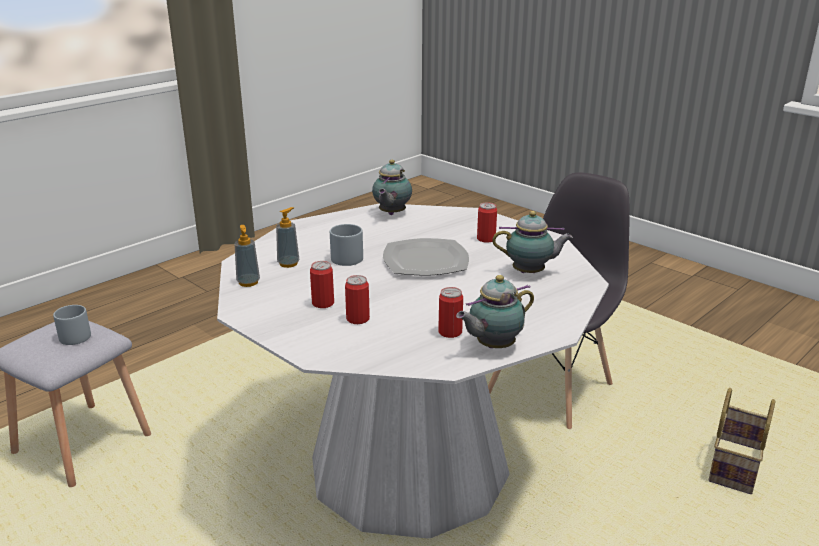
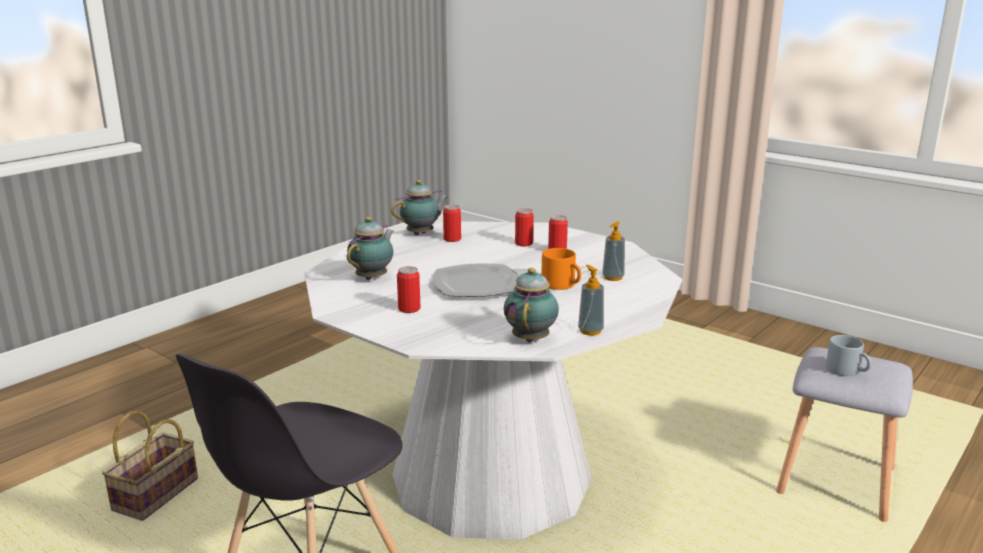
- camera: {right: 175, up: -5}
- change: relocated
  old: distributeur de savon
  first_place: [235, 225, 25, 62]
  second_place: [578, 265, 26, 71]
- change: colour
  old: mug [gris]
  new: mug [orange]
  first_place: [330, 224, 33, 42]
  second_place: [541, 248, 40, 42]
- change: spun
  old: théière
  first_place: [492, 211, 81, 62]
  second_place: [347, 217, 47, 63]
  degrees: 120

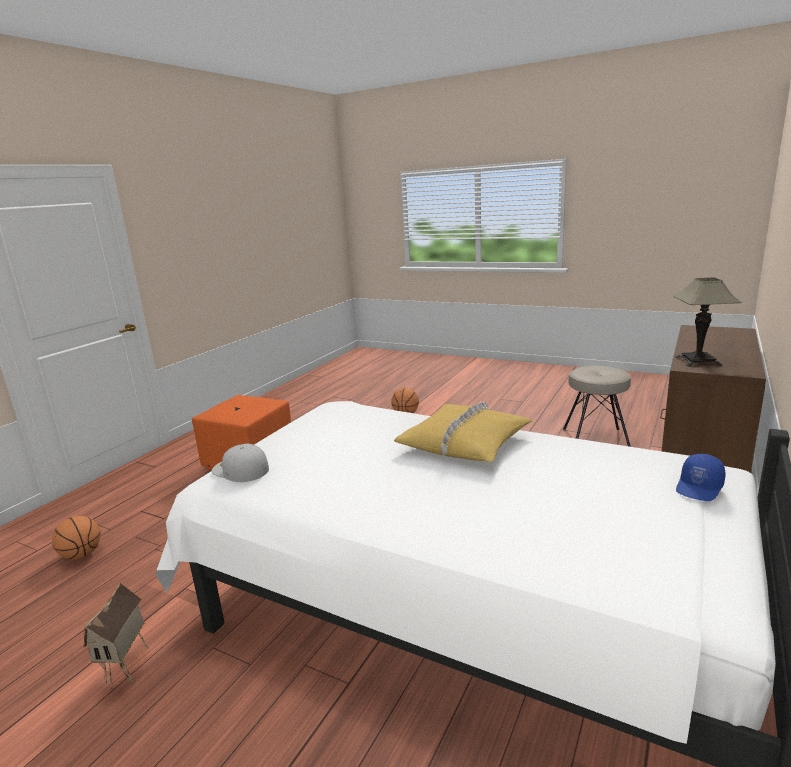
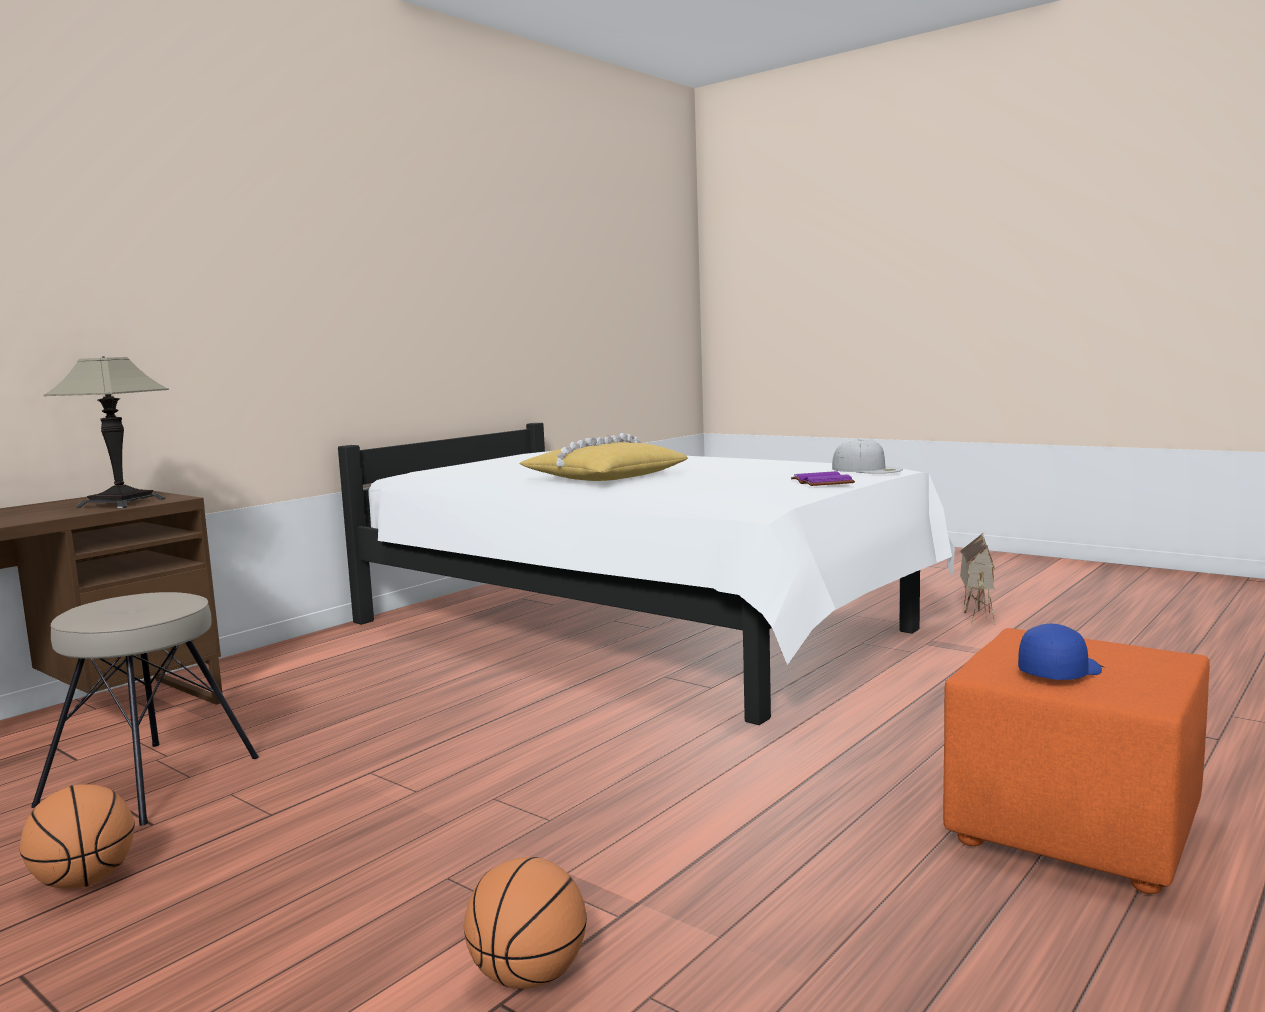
- camera: {right: -170, up: -10}
- change: relocated
  old: ballon de basket
  first_place: [52, 516, 49, 43]
  second_place: [20, 784, 115, 105]
- change: relocated
  old: casquette [bleu]
  first_place: [676, 454, 50, 47]
  second_place: [1018, 624, 84, 56]
- change: appeared
  new: livre [violet]
  second_place: [791, 471, 64, 15]

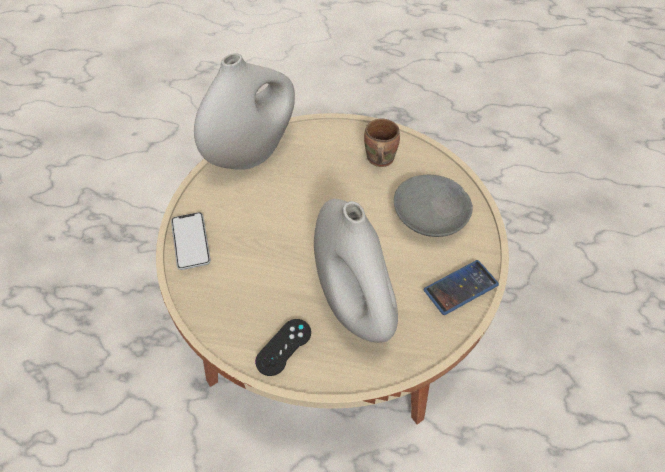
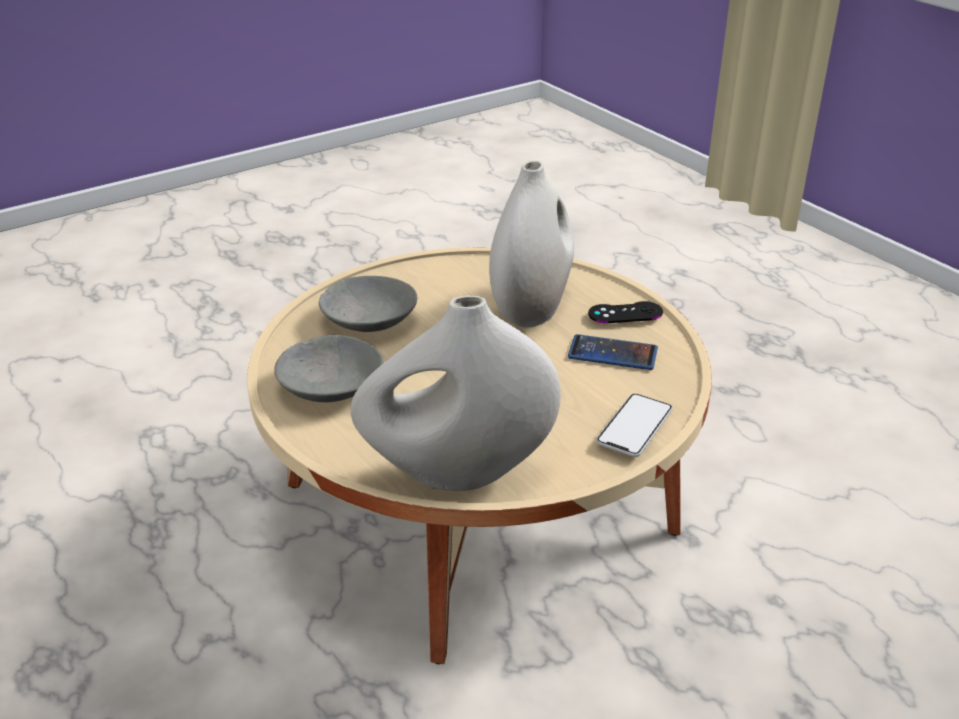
- camera: {right: -135, up: -20}
- change: exchanged
  old: mug [marron]
  new: bol [gris]
  first_place: [364, 119, 36, 48]
  second_place: [274, 335, 110, 67]
- change: relocated
  old: téléphone
  first_place: [424, 260, 75, 55]
  second_place: [568, 334, 90, 36]

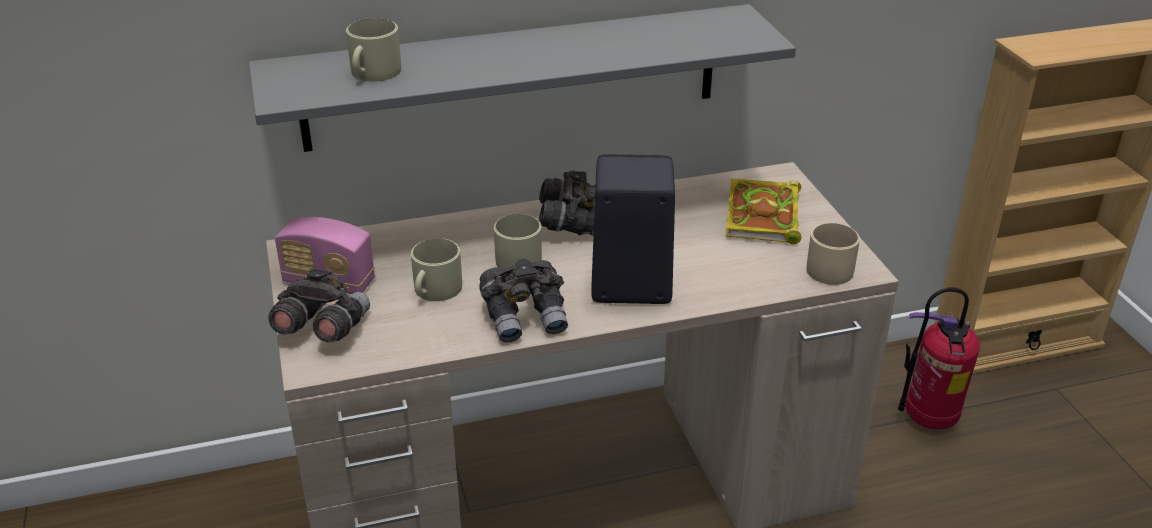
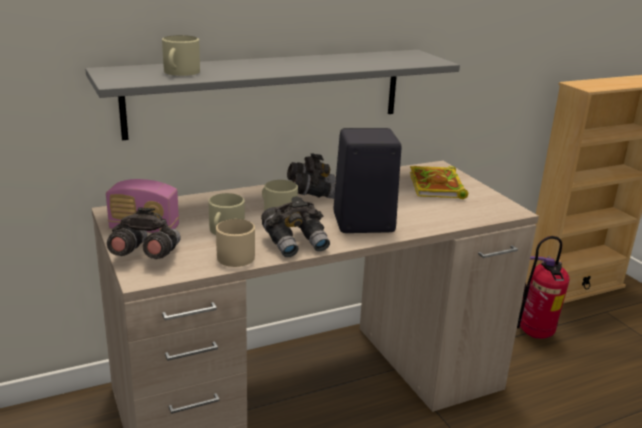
- camera: {right: -10, up: -10}
- change: relocated
  old: mug [beige]
  first_place: [807, 223, 53, 62]
  second_place: [216, 219, 39, 48]

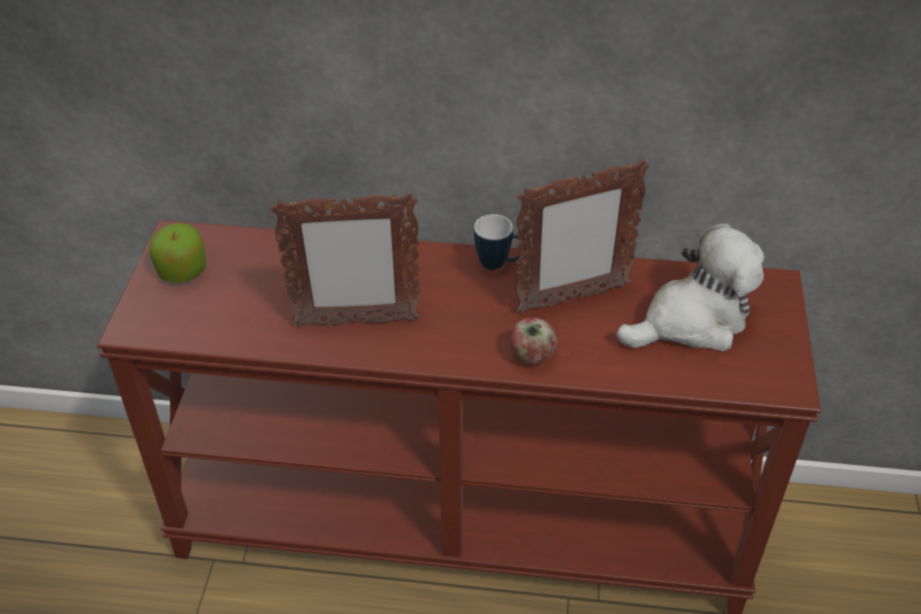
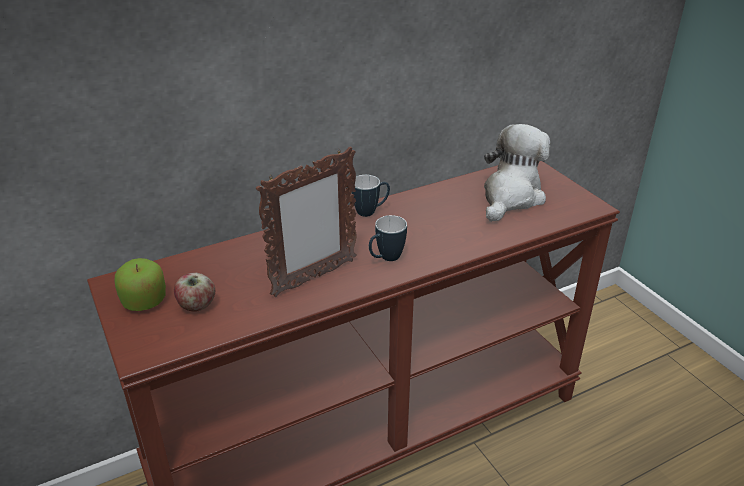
- camera: {right: -35, up: -10}
- change: relocated
  old: pomme
  first_place: [510, 317, 47, 48]
  second_place: [174, 273, 41, 39]
- change: missing
  old: cadre photo
  first_place: [515, 159, 134, 155]
- change: appeared
  new: mug
  second_place: [369, 215, 38, 46]

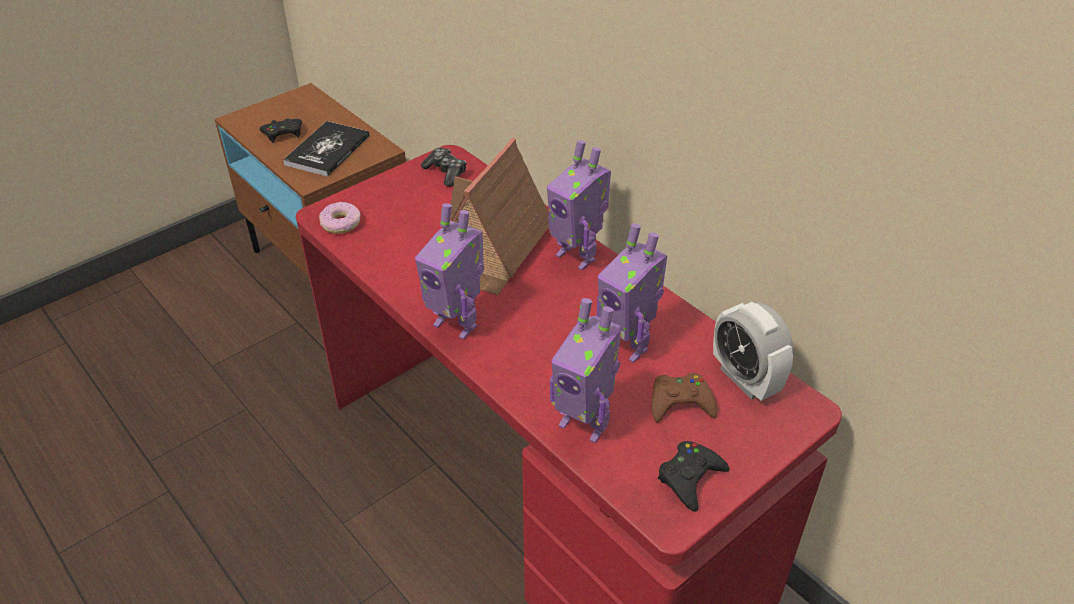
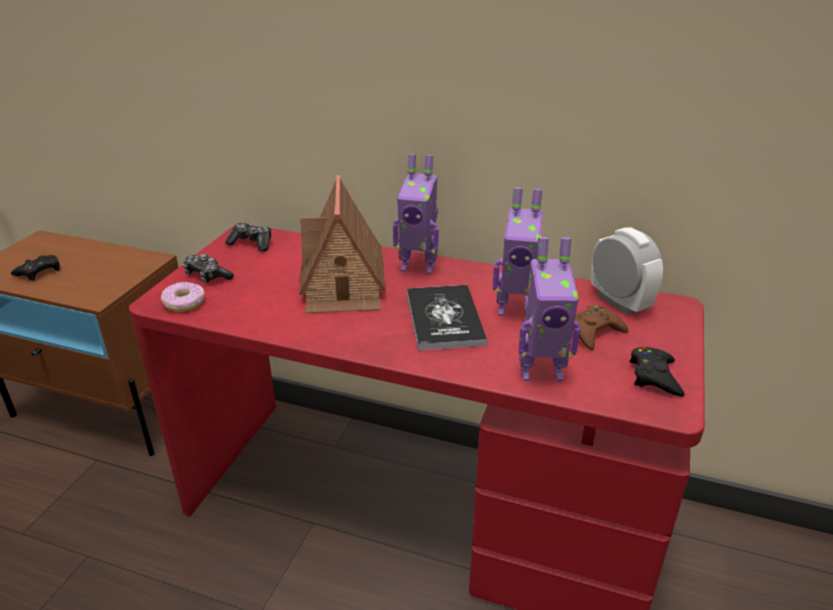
- camera: {right: -30, up: -10}
- change: relocated
  old: livre
  first_place: [283, 121, 86, 56]
  second_place: [407, 285, 80, 66]
- change: missing
  old: robot jouet
  first_place: [415, 203, 69, 137]
- change: spun
  old: réveil
  first_place: [713, 302, 81, 99]
  second_place: [591, 228, 72, 87]
  degrees: -150
- change: appeared
  new: manette
  second_place: [182, 254, 52, 29]

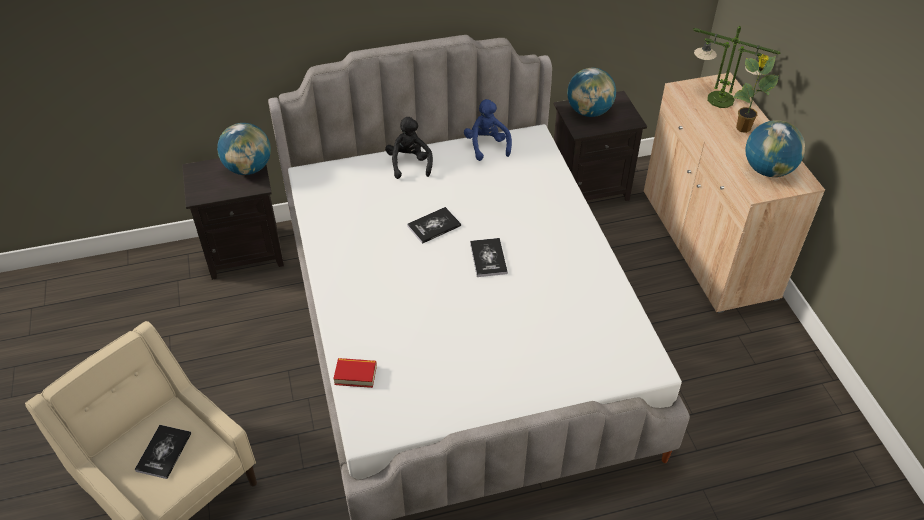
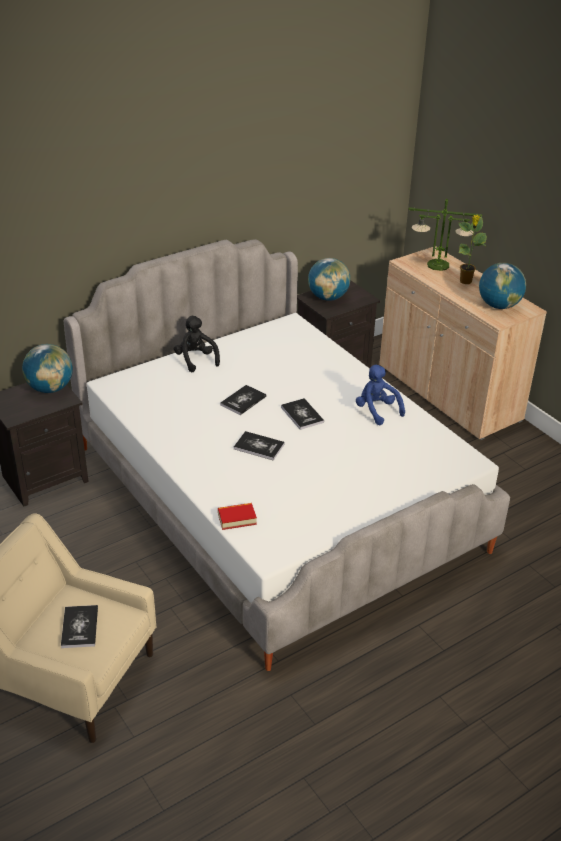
- camera: {right: -20, up: -10}
- change: relocated
  old: peluche [bleu]
  first_place: [464, 99, 48, 62]
  second_place: [356, 365, 49, 60]
- change: appeared
  new: livre
  second_place: [234, 431, 51, 30]

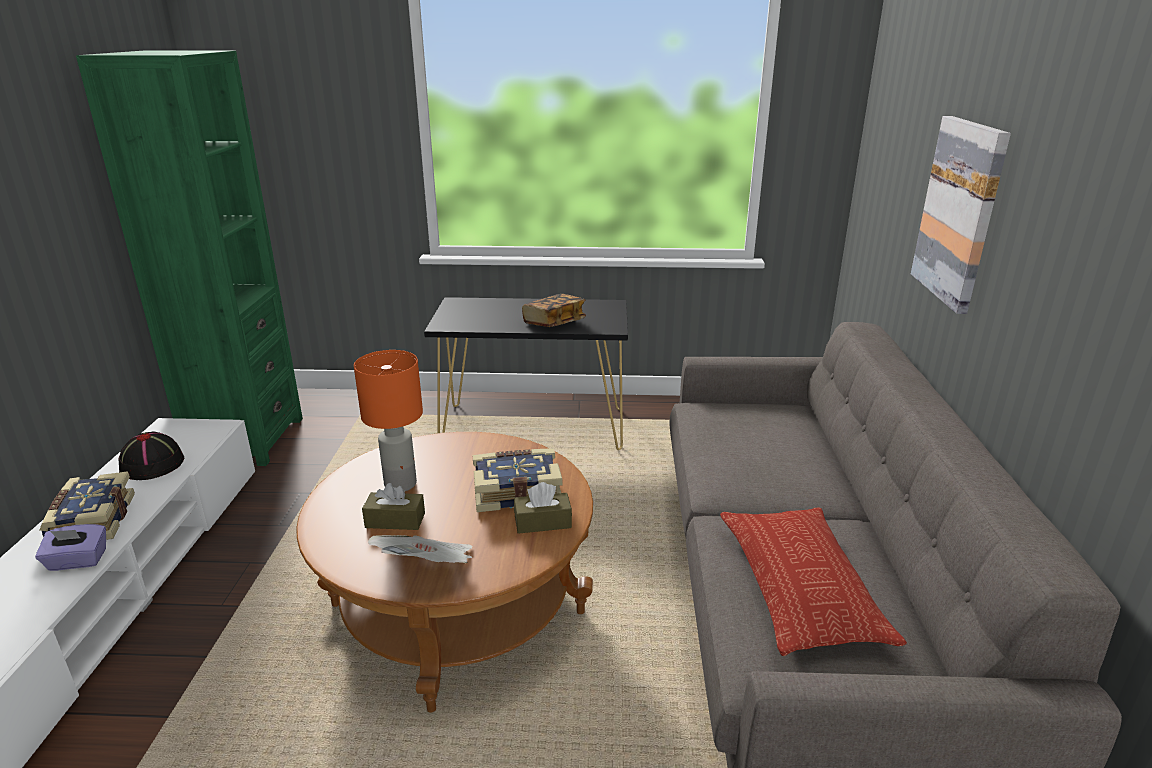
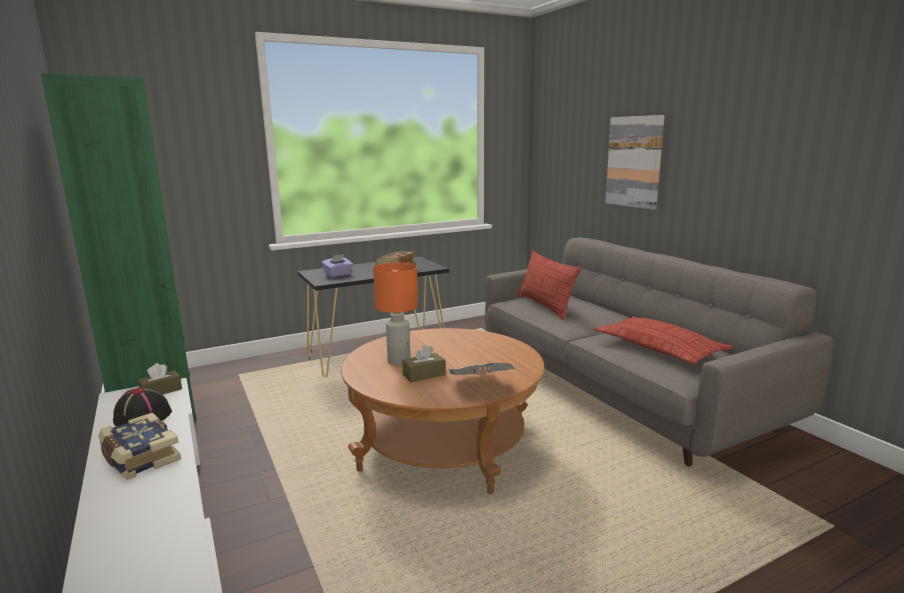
- camera: {right: -30, up: -10}
- change: relocated
  old: boîte à mouchoirs [violet]
  first_place: [35, 524, 71, 47]
  second_place: [322, 254, 31, 23]
- change: missing
  old: livre
  first_place: [473, 448, 90, 64]
- change: relocated
  old: boîte à mouchoirs [marron]
  first_place: [514, 482, 58, 52]
  second_place: [138, 363, 44, 31]
- change: appeared
  new: coussin
  second_place: [517, 251, 64, 69]

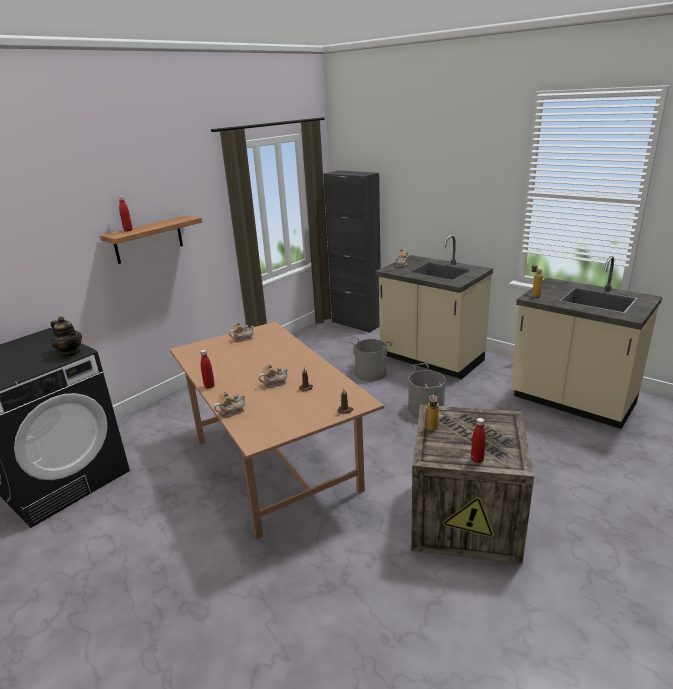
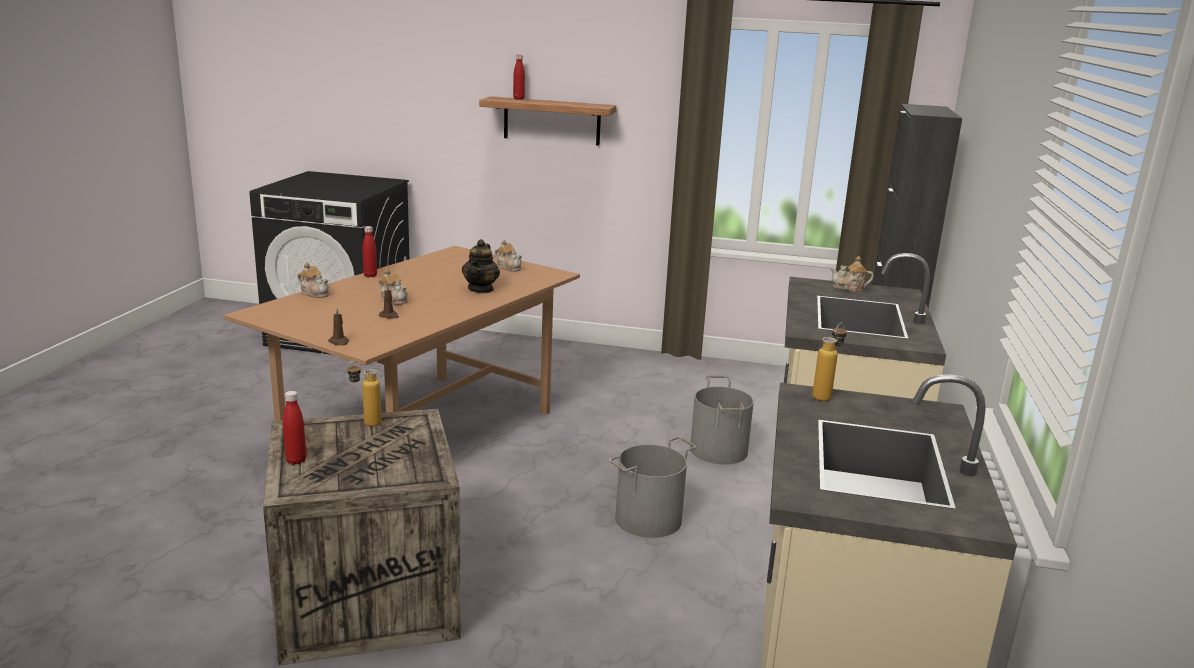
- camera: {right: 60, up: -5}
- change: relocated
  old: théière
  first_place: [51, 317, 31, 40]
  second_place: [462, 239, 38, 54]

